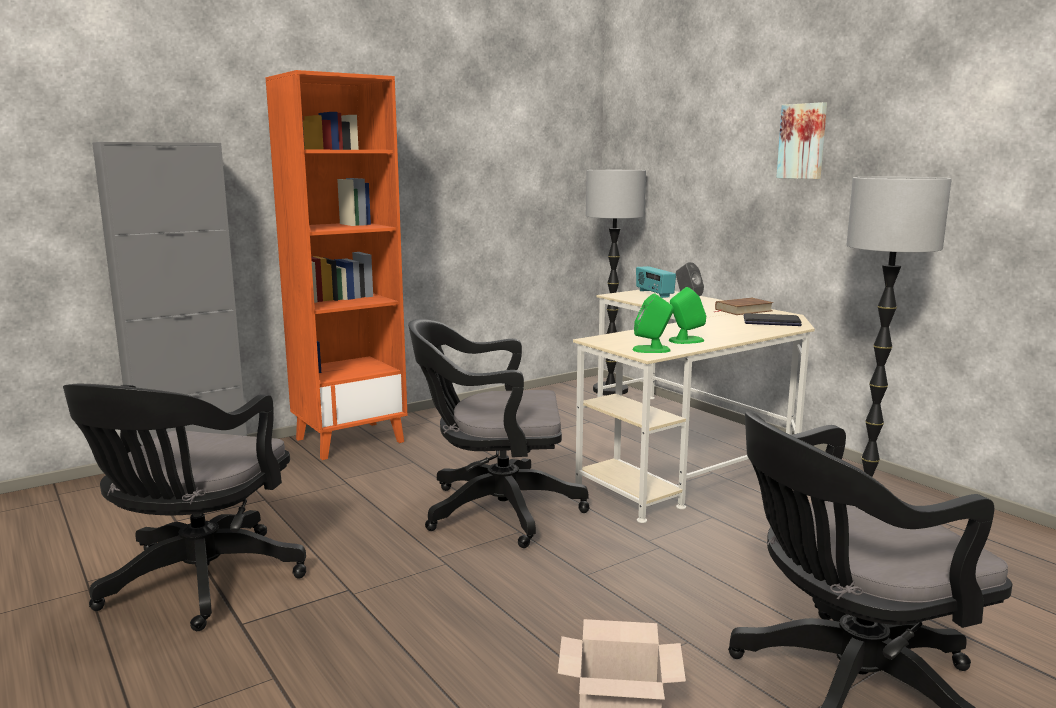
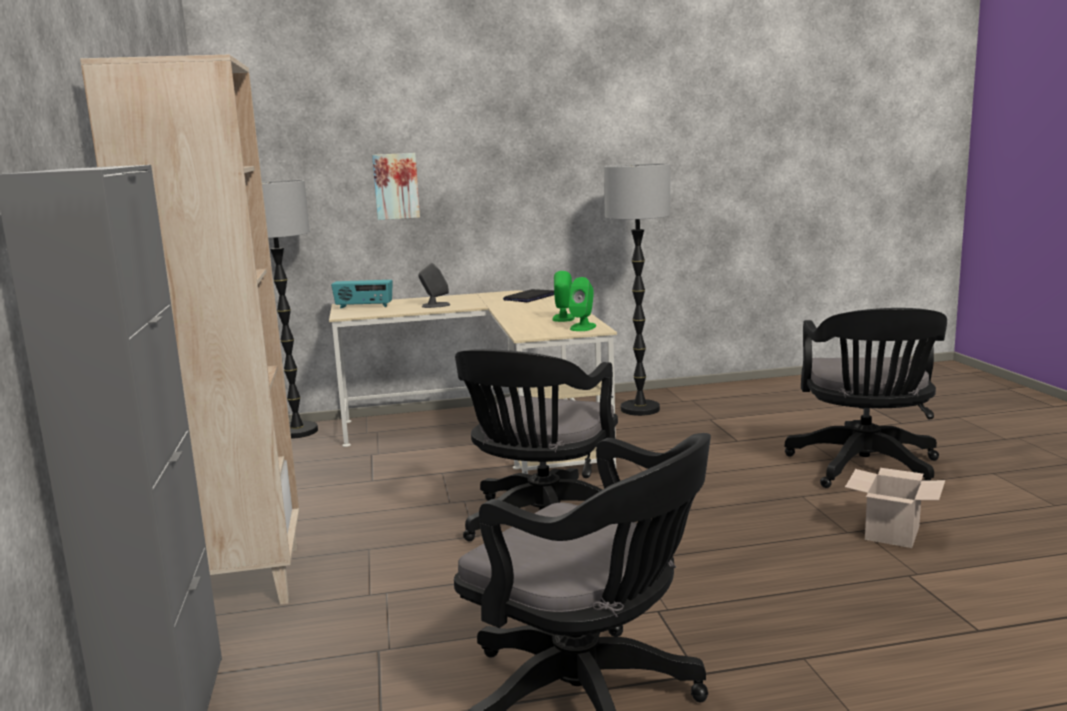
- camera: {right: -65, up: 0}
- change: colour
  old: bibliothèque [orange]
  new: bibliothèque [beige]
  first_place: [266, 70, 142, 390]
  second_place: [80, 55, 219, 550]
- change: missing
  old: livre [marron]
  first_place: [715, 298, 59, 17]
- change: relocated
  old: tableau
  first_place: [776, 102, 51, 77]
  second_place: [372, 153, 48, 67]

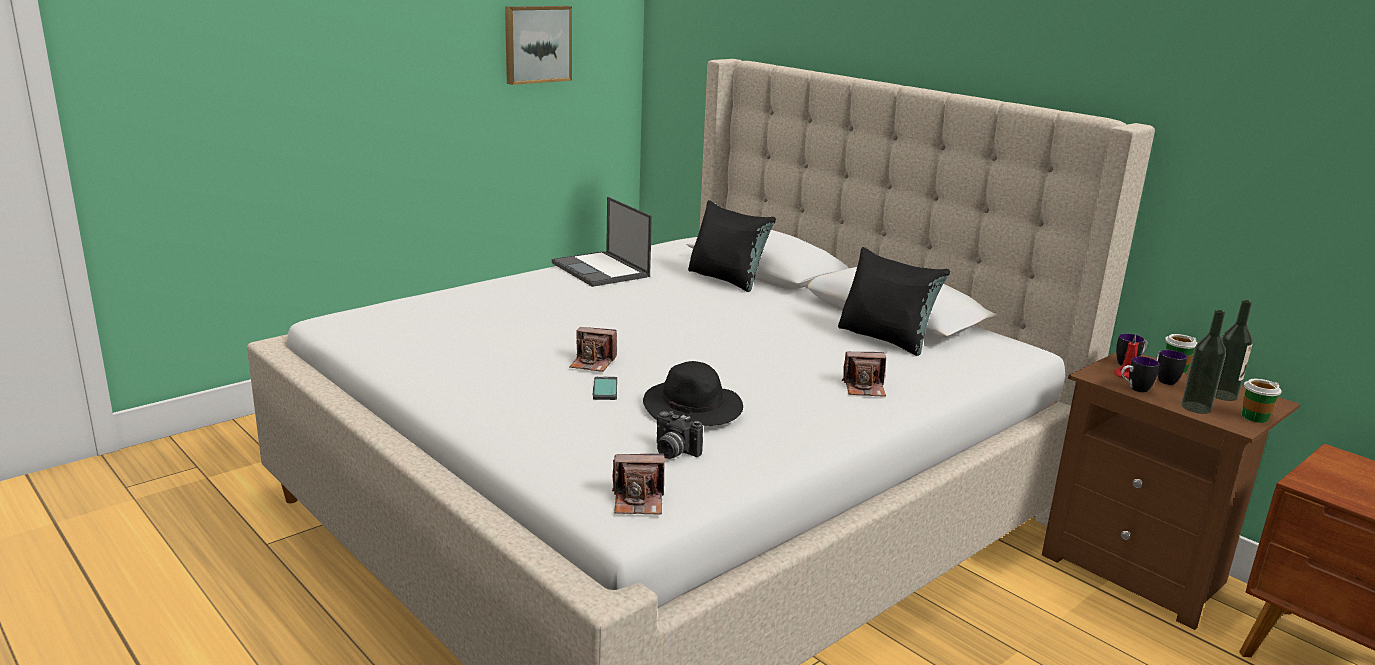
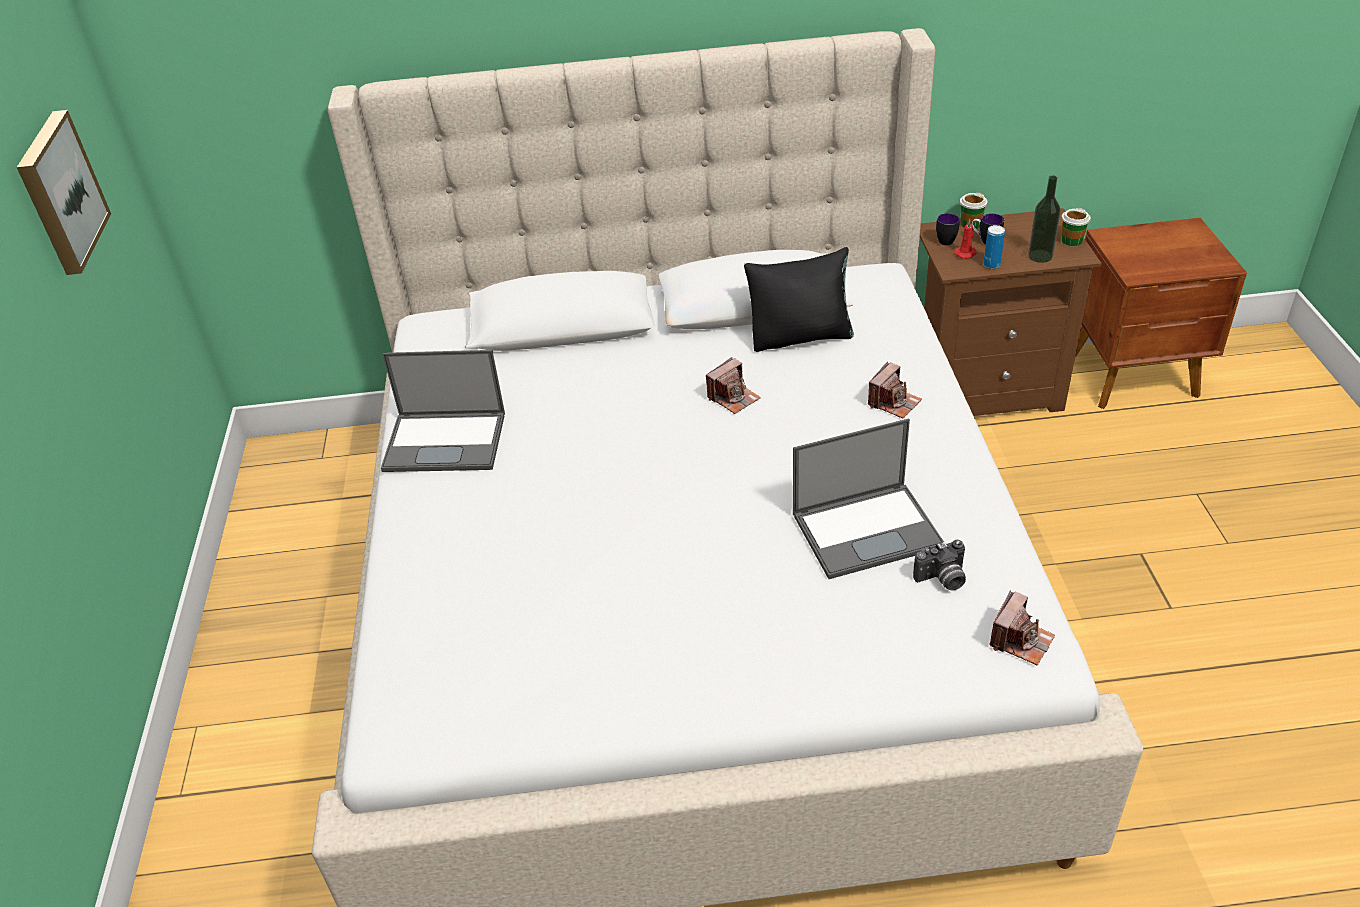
- camera: {right: -50, up: 20}
- change: relocated
  old: appareil photo
  first_place: [569, 327, 48, 45]
  second_place: [706, 357, 55, 57]
- change: missing
  old: téléphone
  first_place: [593, 376, 24, 24]
- change: exchanged
  old: chapeau [noir]
  new: ordinateur portable
  first_place: [643, 361, 100, 65]
  second_place: [793, 418, 151, 161]
- change: missing
  old: coussin [noir]
  first_place: [688, 200, 88, 92]
- change: exchanged
  old: mug
  new: boîte métallique
  first_place: [1121, 357, 38, 36]
  second_place: [983, 225, 22, 44]
- change: missing
  old: bouteille
  first_place: [1215, 300, 38, 101]

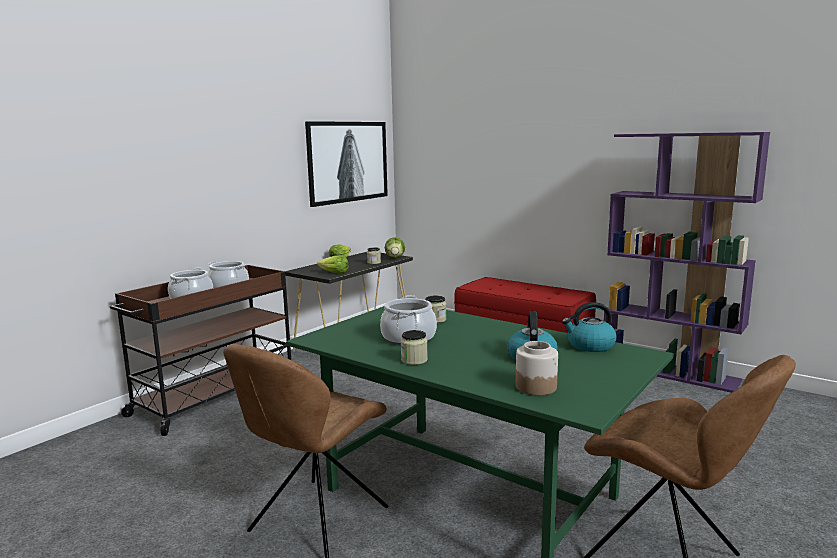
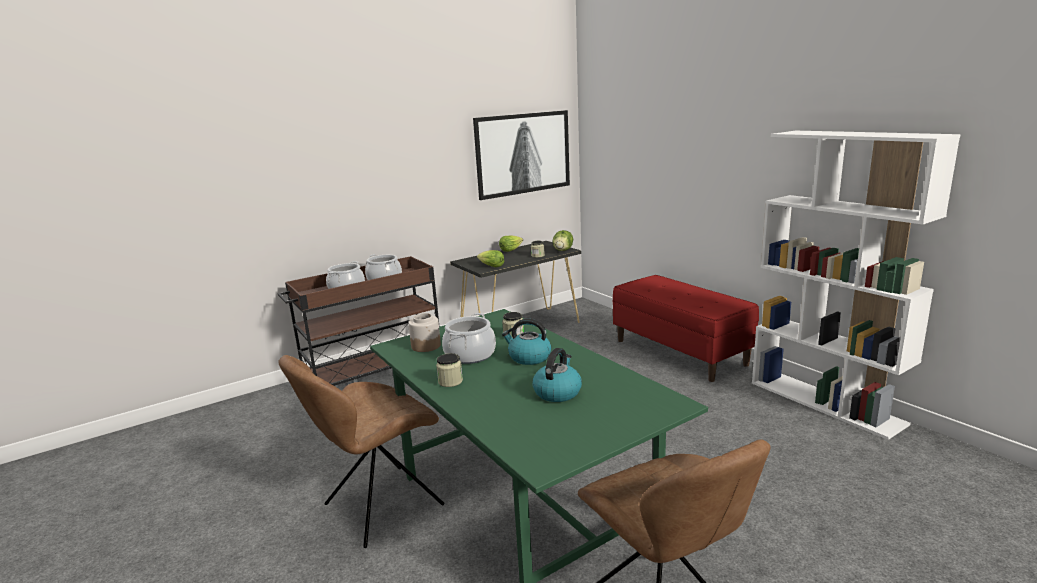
- camera: {right: 20, up: 5}
- change: relocated
  old: bocal
  first_place: [516, 341, 42, 54]
  second_place: [408, 313, 33, 39]
- change: relocated
  old: bouilloire
  first_place: [562, 302, 54, 50]
  second_place: [502, 319, 49, 46]
- change: colour
  old: bibliothèque [violet]
  new: bibliothèque [blanc]
  first_place: [604, 132, 166, 261]
  second_place: [752, 131, 209, 309]

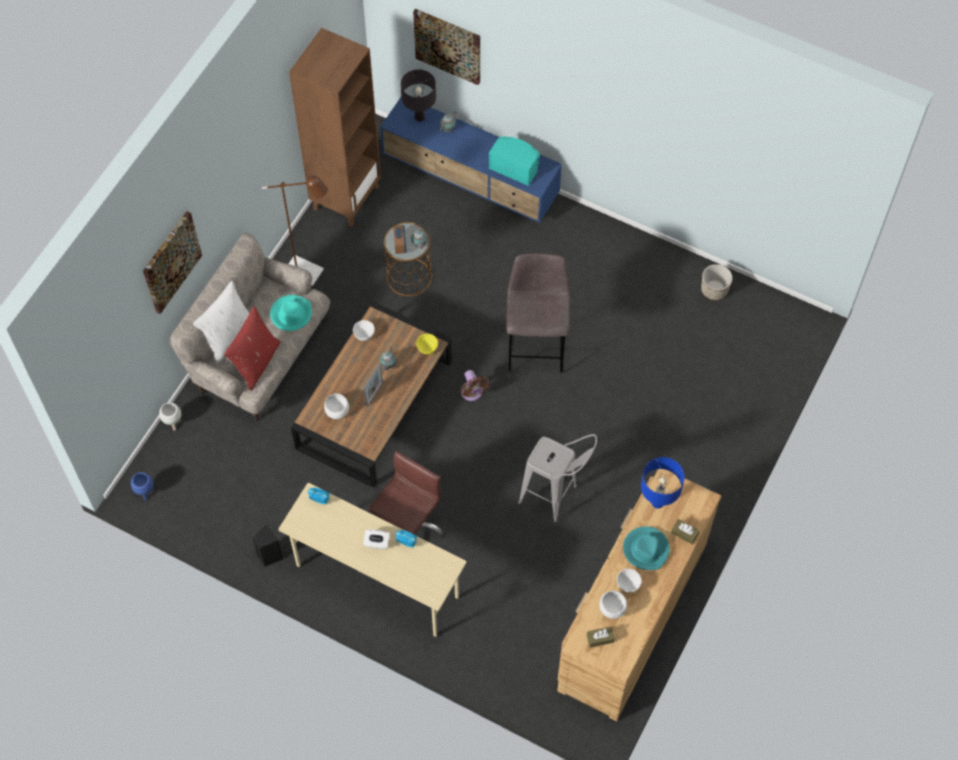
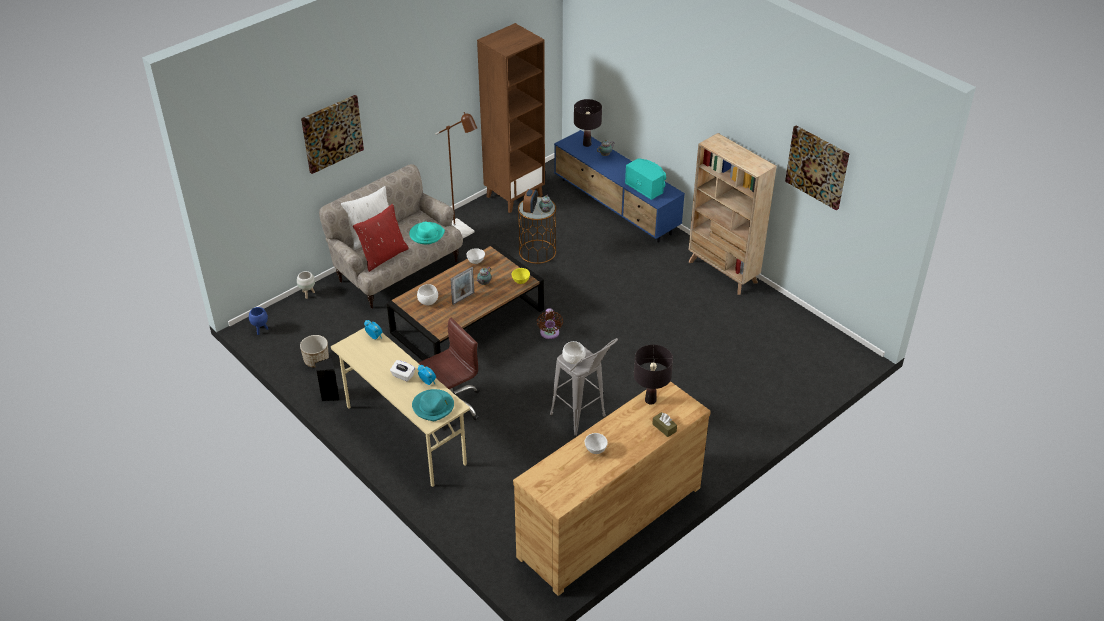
- camera: {right: 20, up: -20}
- change: relocated
  old: tableau
  first_place: [413, 9, 67, 76]
  second_place: [785, 126, 64, 84]
- change: missing
  old: tabouret [gris]
  first_place: [506, 254, 64, 119]
- change: missing
  old: boîte à mouchoirs [marron]
  first_place: [587, 627, 28, 21]
- change: relocated
  old: bol [blanc]
  first_place: [599, 591, 28, 28]
  second_place: [562, 341, 24, 23]
- change: relocated
  old: chapeau [turquoise]
  first_place: [623, 526, 47, 44]
  second_place: [412, 389, 42, 32]
- change: colour
  old: lampe de table [bleu]
  new: lampe de table [noir]
  first_place: [641, 457, 44, 51]
  second_place: [634, 345, 39, 60]
- change: relocated
  old: cache-pot
  first_place: [701, 264, 31, 36]
  second_place: [300, 335, 29, 33]
- change: appeared
  new: bibliothèque [beige]
  second_place: [688, 133, 89, 162]

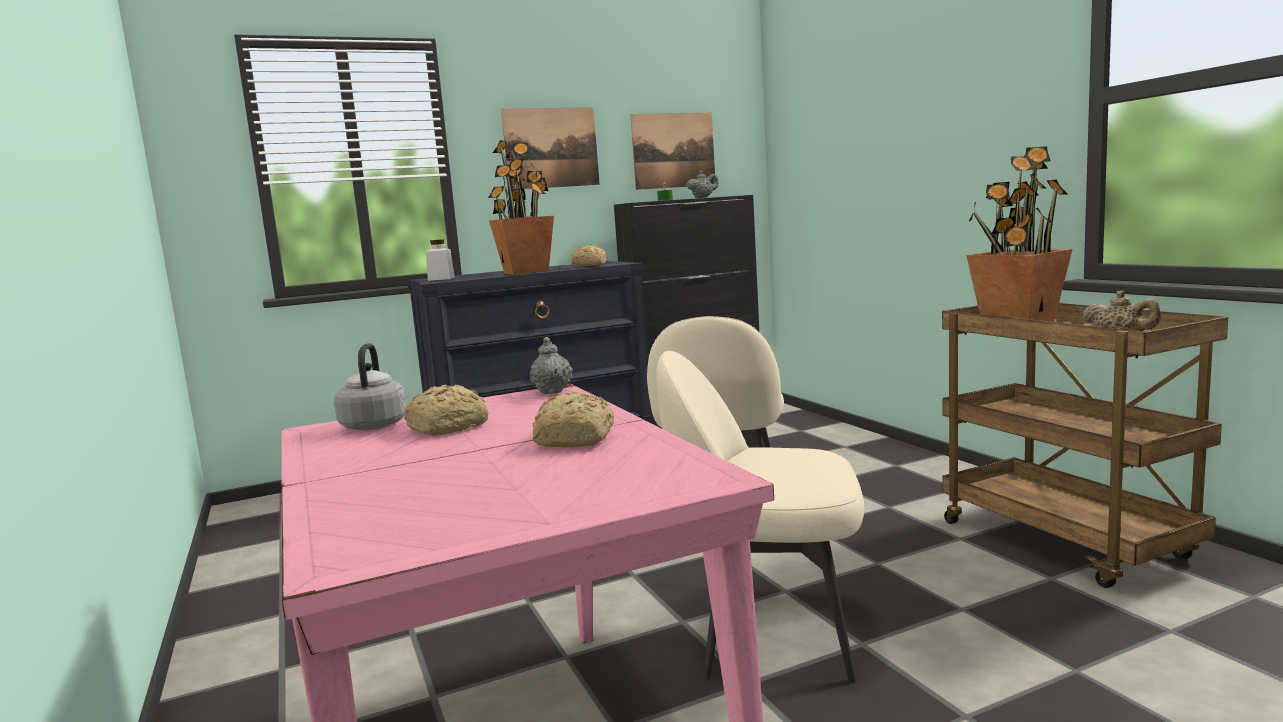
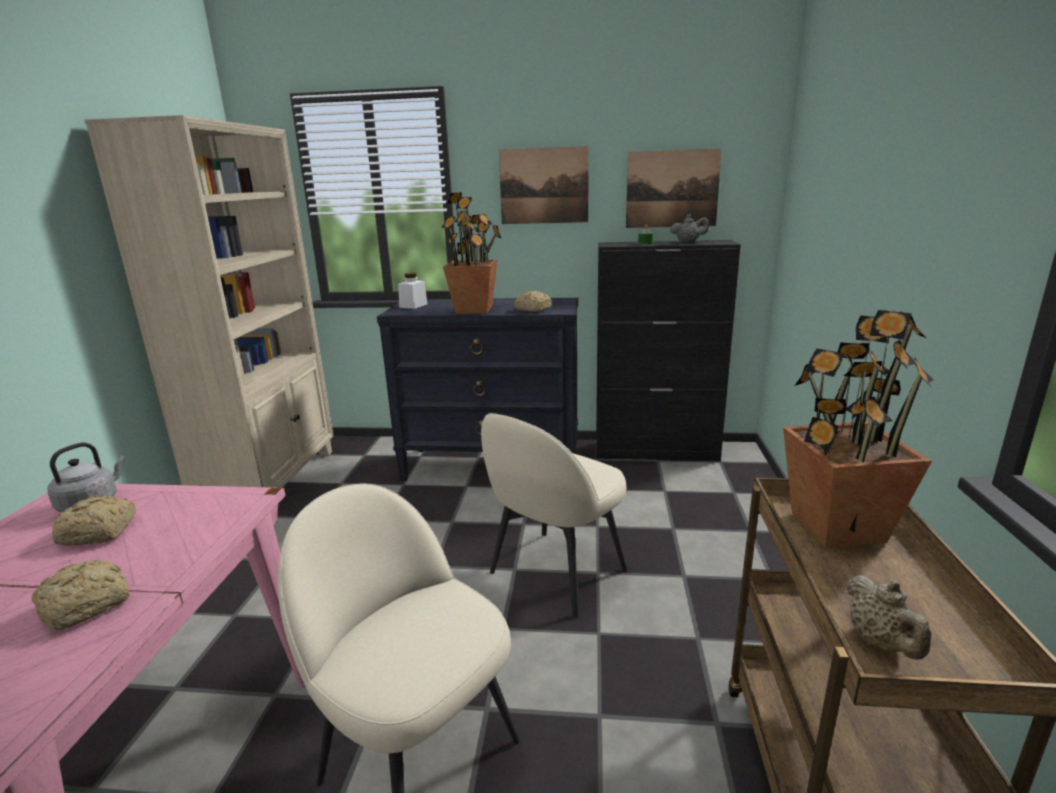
- camera: {right: 30, up: 10}
- change: missing
  old: théière [gris]
  first_place: [530, 337, 43, 57]
- change: appeared
  new: bibliothèque [beige]
  second_place: [85, 115, 248, 373]

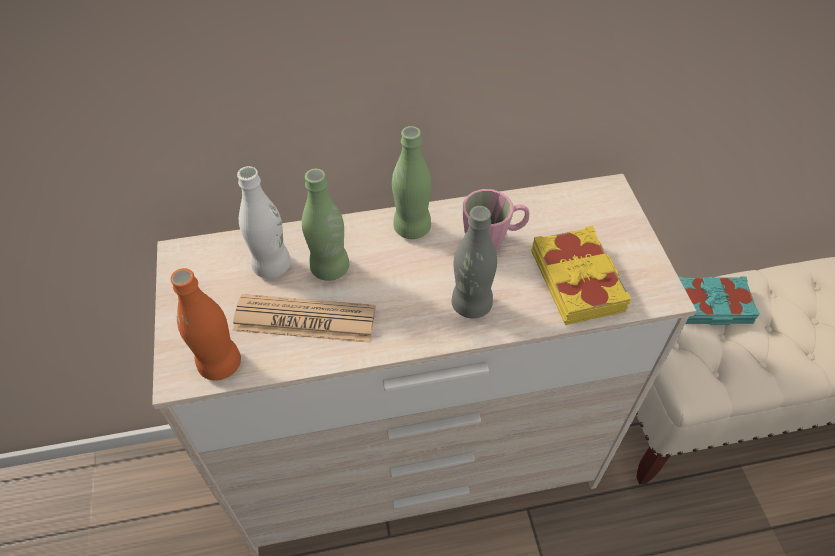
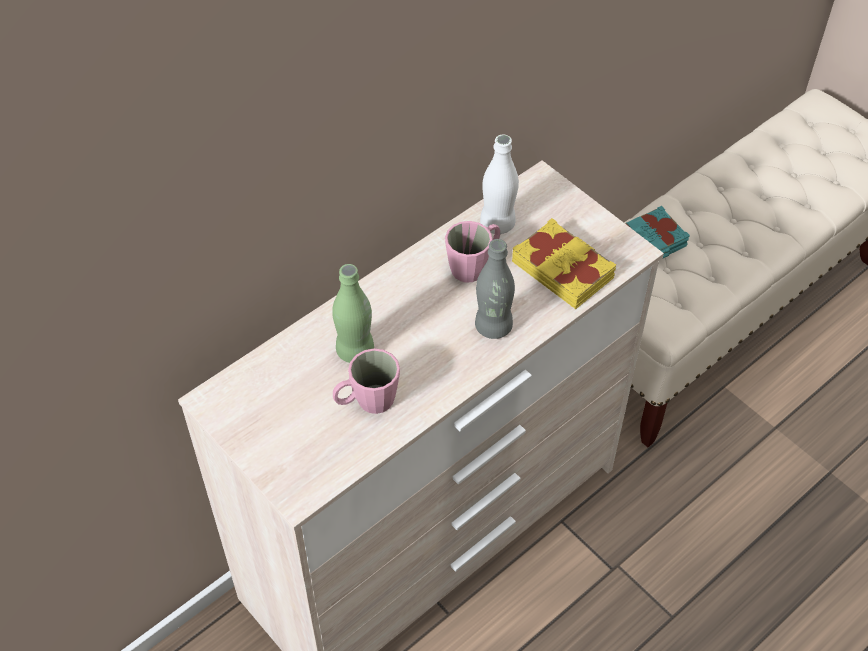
- camera: {right: -30, up: 0}
- change: missing
  old: bouteille [orange]
  first_place: [171, 268, 70, 112]
- change: exchanged
  old: journal
  new: mug [rose]
  first_place: [233, 294, 143, 49]
  second_place: [333, 348, 67, 66]
- change: relocated
  old: bouteille [blanc]
  first_place: [237, 166, 54, 112]
  second_place: [480, 134, 39, 100]
- change: missing
  old: bouteille [vert]
  first_place: [392, 126, 39, 113]

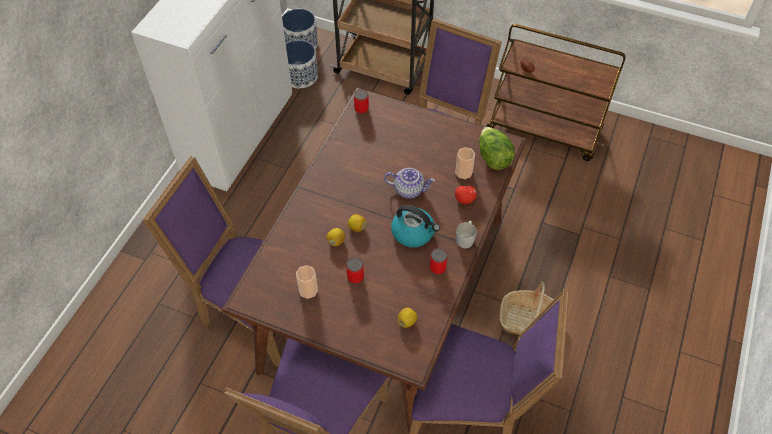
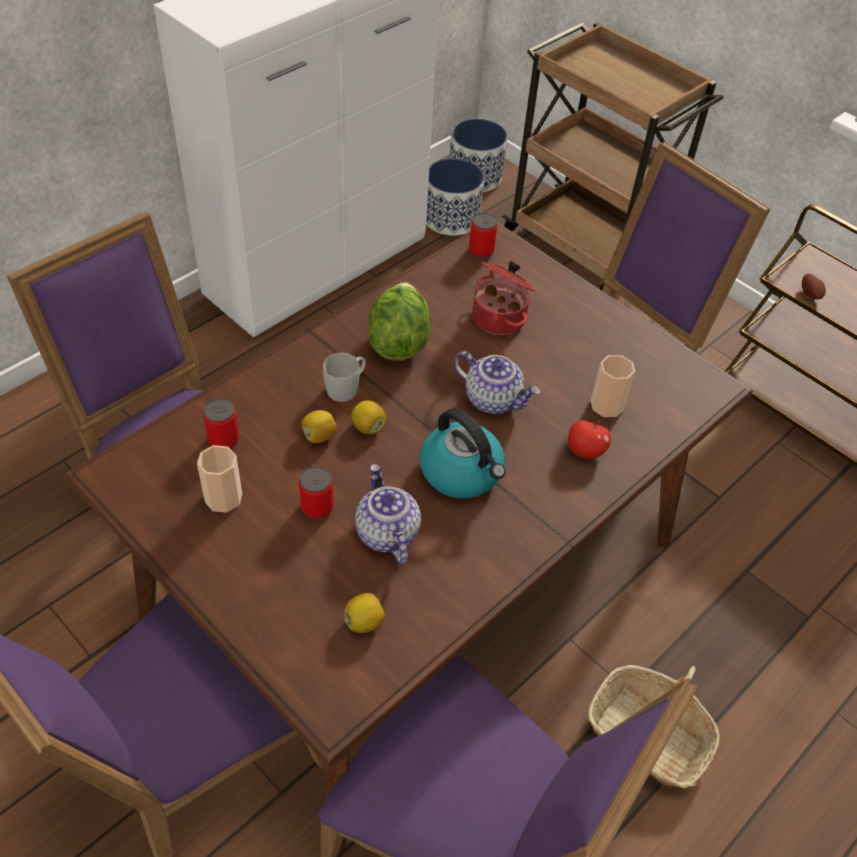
- camera: {right: 20, up: -5}
- change: relocated
  old: boîte métallique
  first_place: [430, 248, 18, 26]
  second_place: [203, 398, 36, 51]
- change: relocated
  old: mug [blanc]
  first_place: [456, 221, 20, 27]
  second_place: [323, 353, 43, 49]
- change: relocated
  old: laitue
  first_place: [479, 127, 36, 43]
  second_place: [369, 282, 62, 79]
- change: appeared
  new: théière
  second_place: [355, 464, 66, 100]
- change: appeared
  new: marmite
  second_place: [473, 261, 63, 74]

